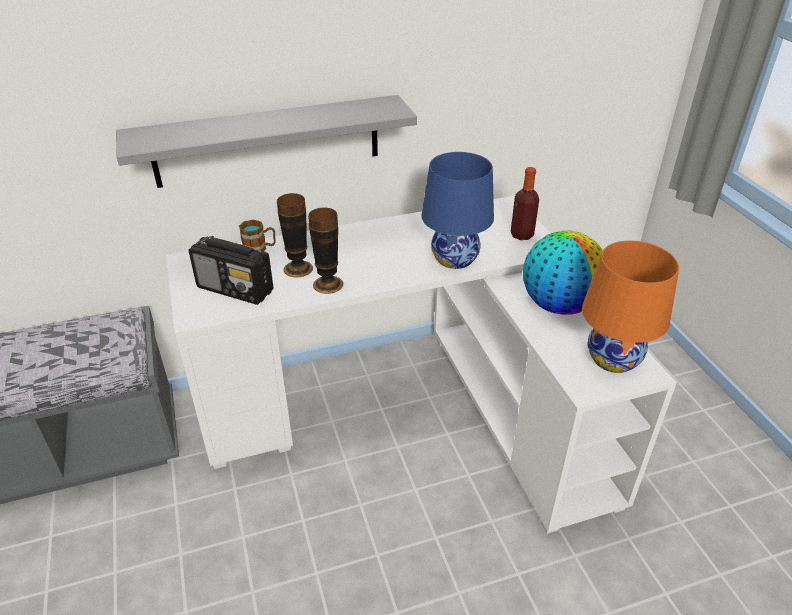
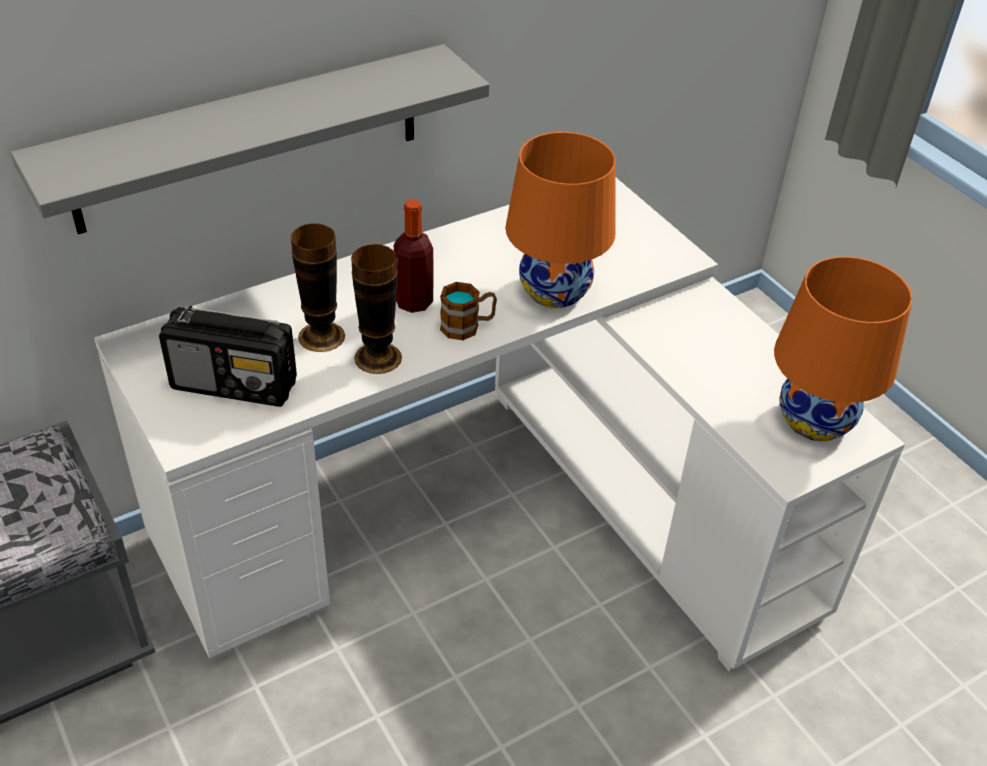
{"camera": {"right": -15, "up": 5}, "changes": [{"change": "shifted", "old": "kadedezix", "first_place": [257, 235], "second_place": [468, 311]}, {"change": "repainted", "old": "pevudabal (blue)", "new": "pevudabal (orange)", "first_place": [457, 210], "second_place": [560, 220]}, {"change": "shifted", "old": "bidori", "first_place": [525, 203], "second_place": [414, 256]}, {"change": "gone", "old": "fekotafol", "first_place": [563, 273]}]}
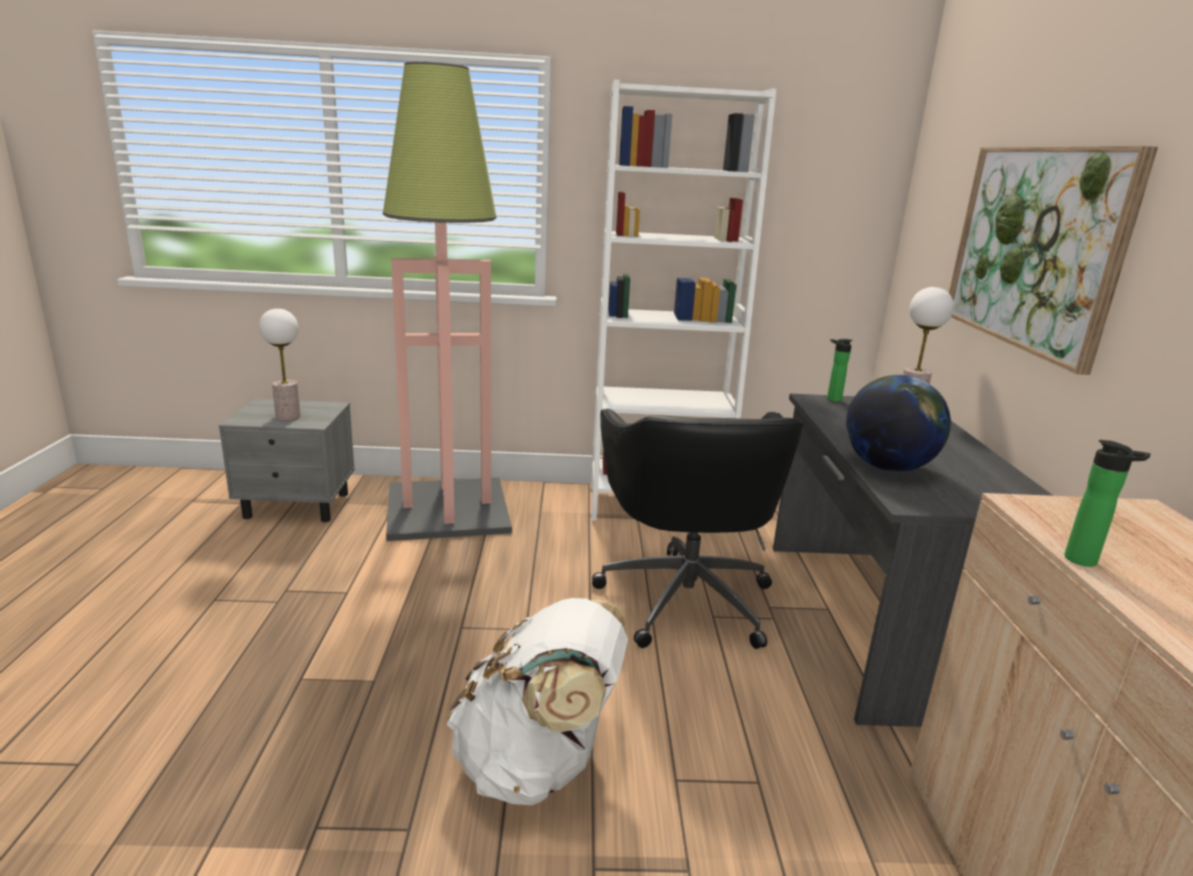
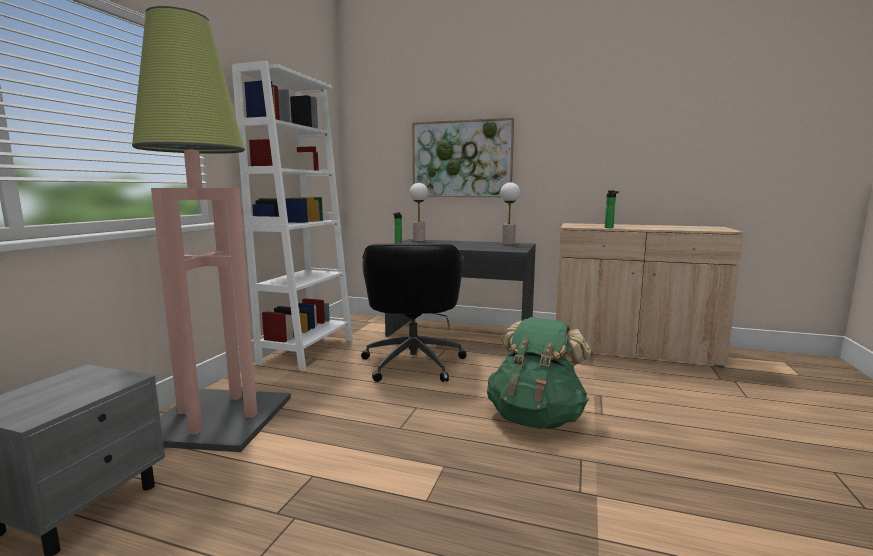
{"camera": {"right": -70, "up": -10}, "changes": [{"change": "shifted", "old": "pevudabal", "first_place": [280, 364], "second_place": [510, 213]}, {"change": "repainted", "old": "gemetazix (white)", "new": "gemetazix (green)", "first_place": [537, 701], "second_place": [539, 373]}, {"change": "rotated", "old": "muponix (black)", "first_place": [697, 529], "second_place": [413, 312], "degrees": 75}, {"change": "gone", "old": "fekotafol", "first_place": [898, 423]}]}
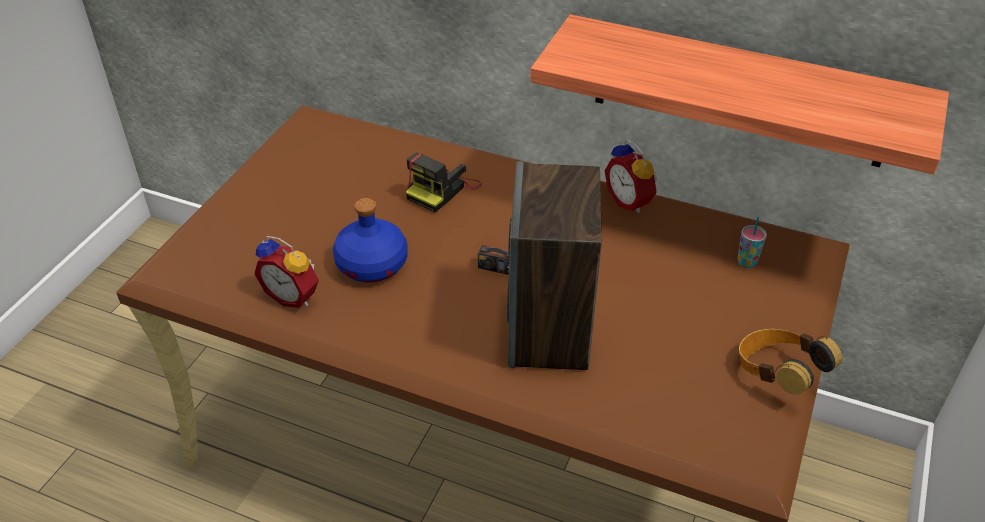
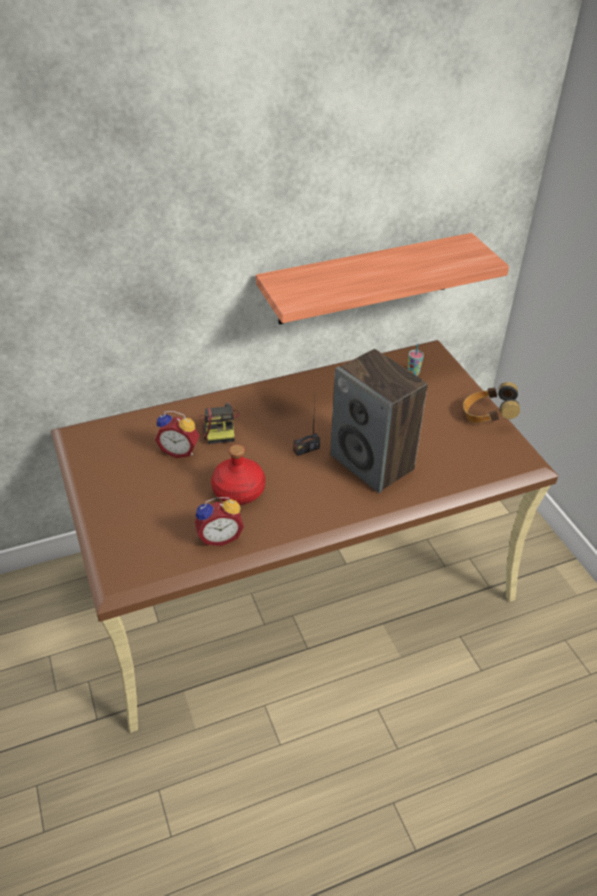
{"camera": {"right": -45, "up": 0}, "changes": [{"change": "repainted", "old": "bidori (blue)", "new": "bidori (red)", "first_place": [370, 240], "second_place": [238, 474]}, {"change": "shifted", "old": "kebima", "first_place": [631, 176], "second_place": [177, 434]}]}
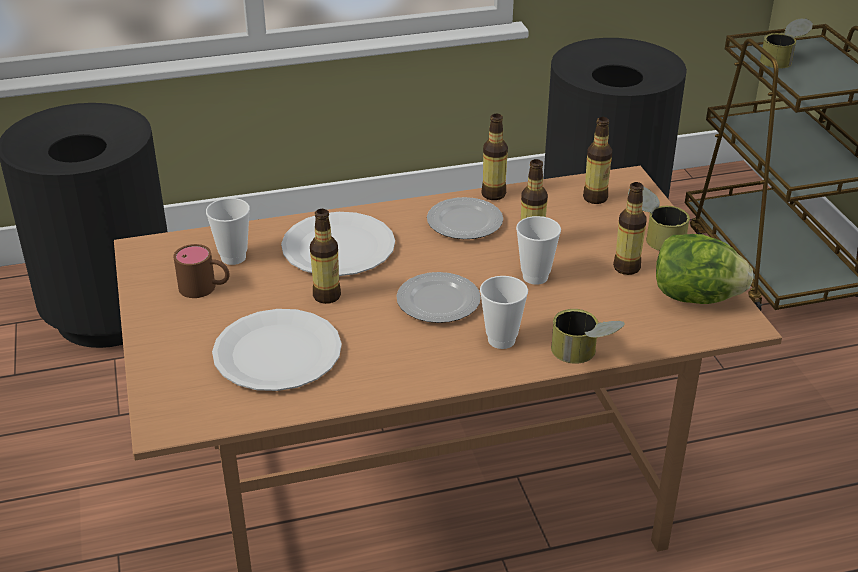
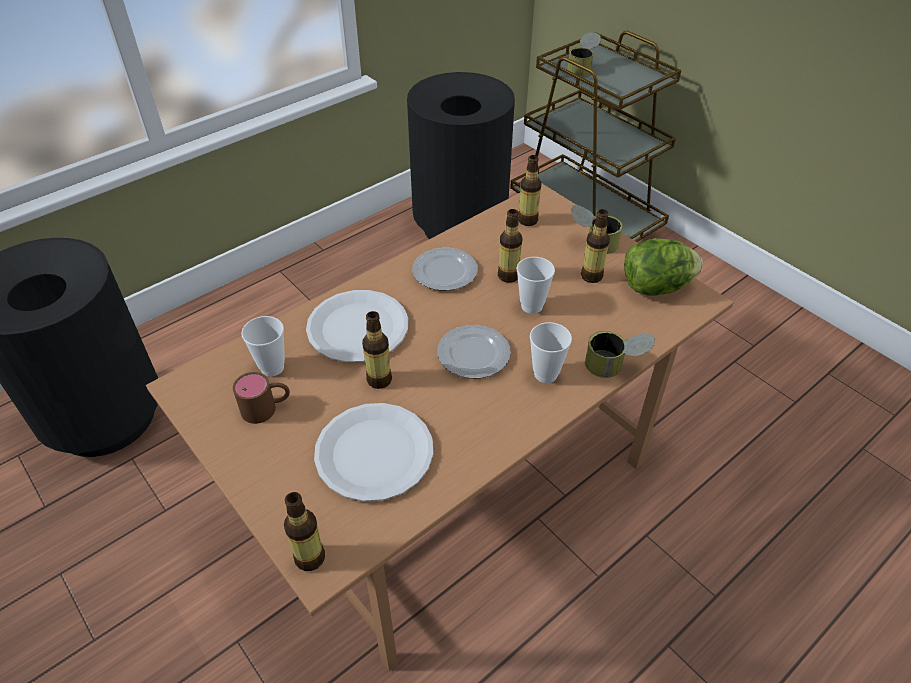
{"camera": {"right": -25, "up": 10}, "changes": [{"change": "shifted", "old": "bidori", "first_place": [494, 157], "second_place": [304, 531]}]}
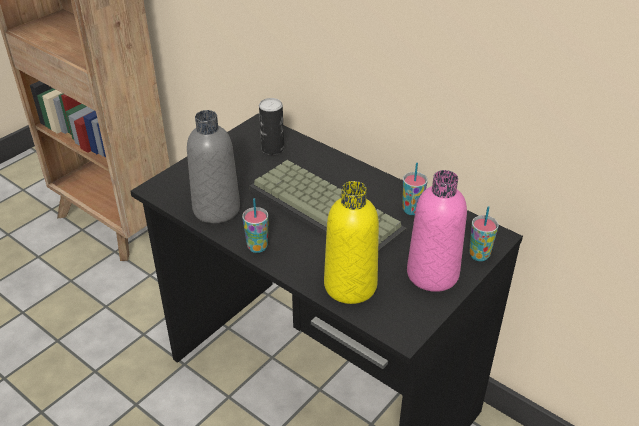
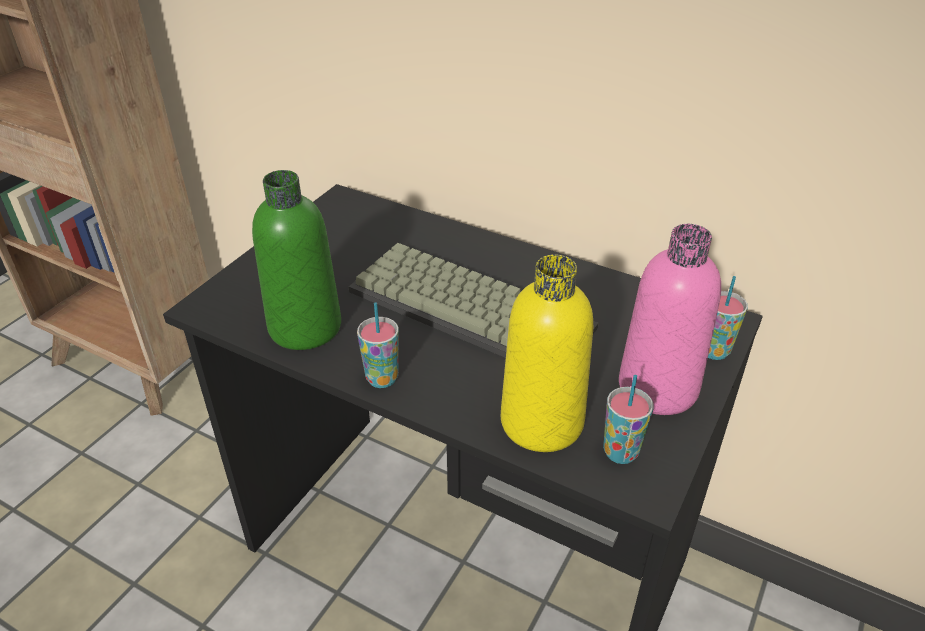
{"camera": {"right": -10, "up": 0}, "changes": [{"change": "repainted", "old": "bidori (grey)", "new": "bidori (green)", "first_place": [213, 166], "second_place": [296, 260]}, {"change": "gone", "old": "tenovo", "first_place": [271, 126]}, {"change": "shifted", "old": "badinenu", "first_place": [415, 188], "second_place": [628, 419]}]}
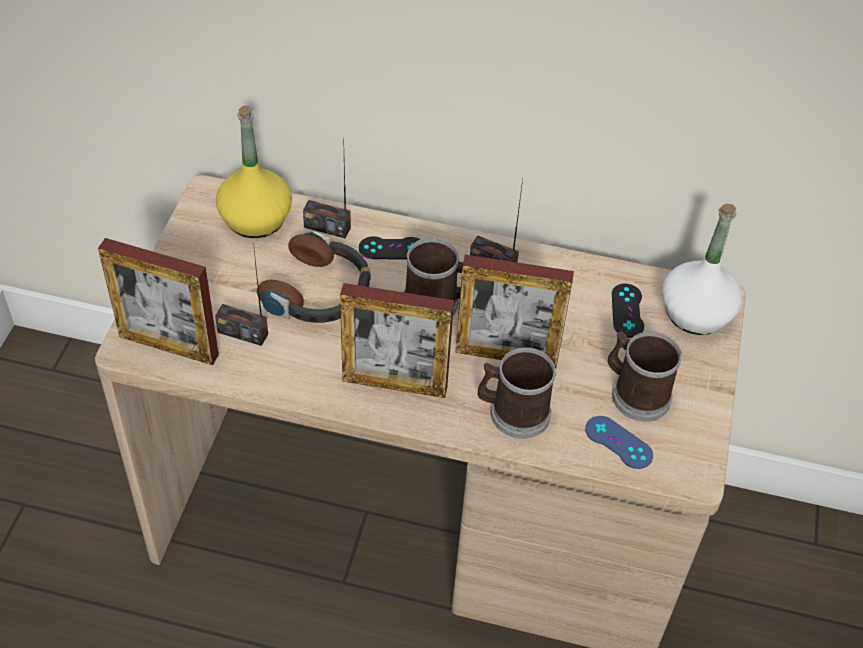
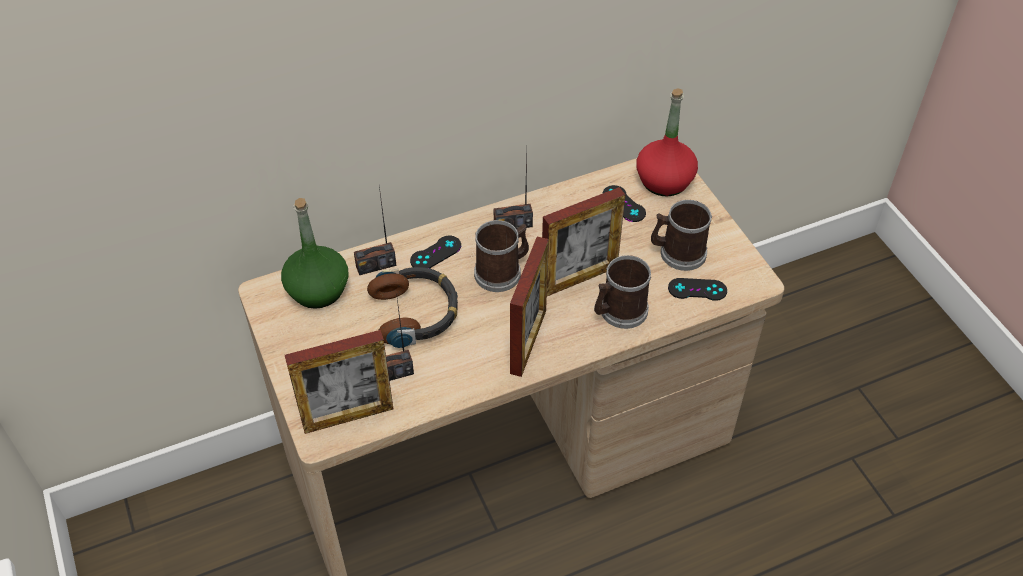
{"camera": {"right": -35, "up": 0}, "changes": [{"change": "repainted", "old": "bidori (yellow)", "new": "bidori (green)", "first_place": [254, 172], "second_place": [315, 253]}, {"change": "rotated", "old": "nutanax", "first_place": [397, 340], "second_place": [529, 307], "degrees": -45}, {"change": "repainted", "old": "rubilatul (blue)", "new": "rubilatul (black)", "first_place": [619, 442], "second_place": [697, 289]}, {"change": "repainted", "old": "bidori (white)", "new": "bidori (red)", "first_place": [702, 269], "second_place": [667, 142]}]}
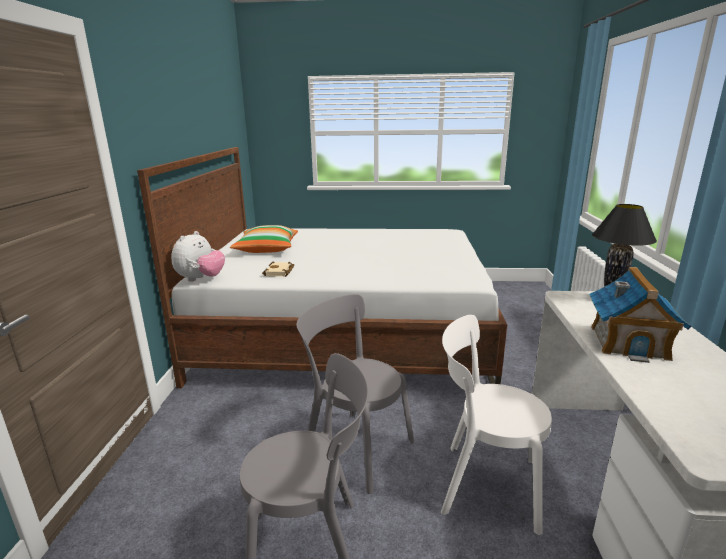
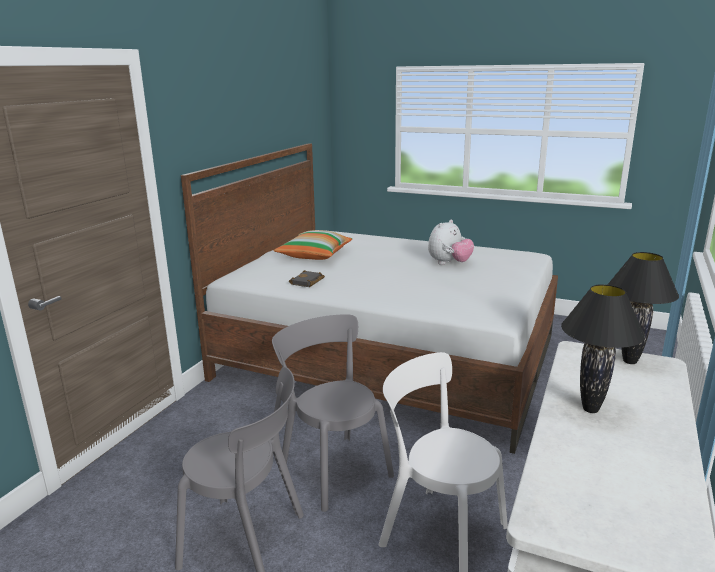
{"camera": {"right": 20, "up": 0}, "changes": [{"change": "shifted", "old": "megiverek", "first_place": [198, 256], "second_place": [451, 242]}, {"change": "repainted", "old": "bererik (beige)", "new": "bererik (black)", "first_place": [278, 269], "second_place": [307, 278]}, {"change": "swapped", "old": "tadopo", "new": "pevudabal (black)", "first_place": [640, 315], "second_place": [603, 348]}]}
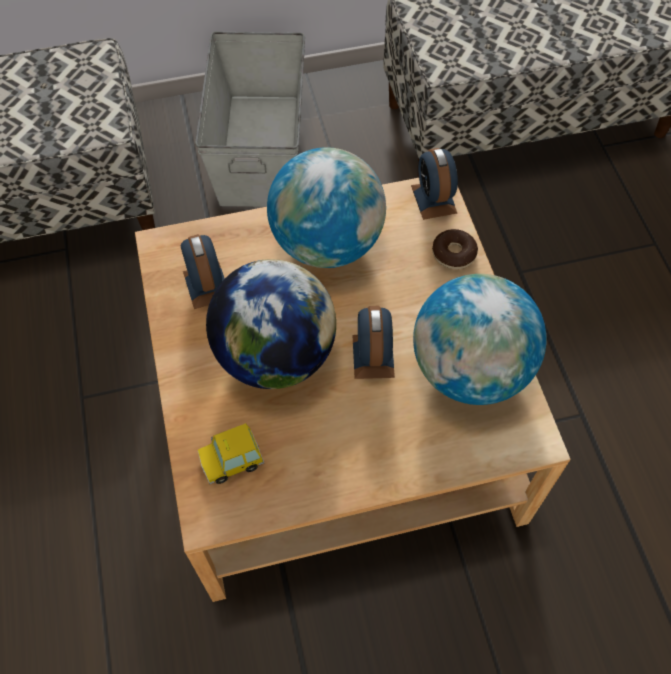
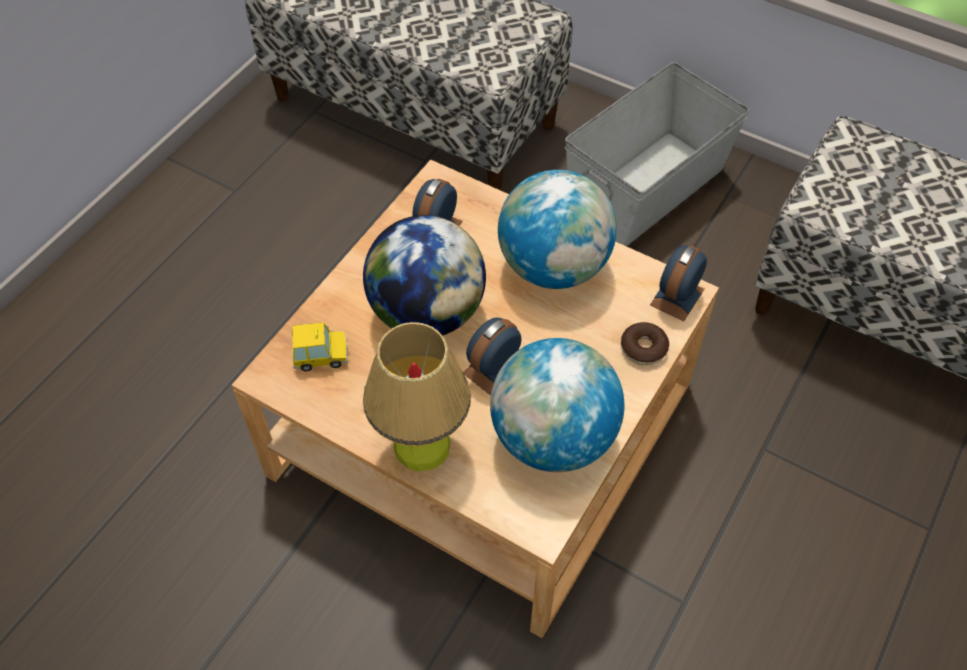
{"camera": {"right": 45, "up": -5}, "changes": [{"change": "rotated", "old": "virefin", "first_place": [231, 453], "second_place": [320, 347], "degrees": 150}, {"change": "new", "new": "pevudabal", "second_place": [417, 397]}]}
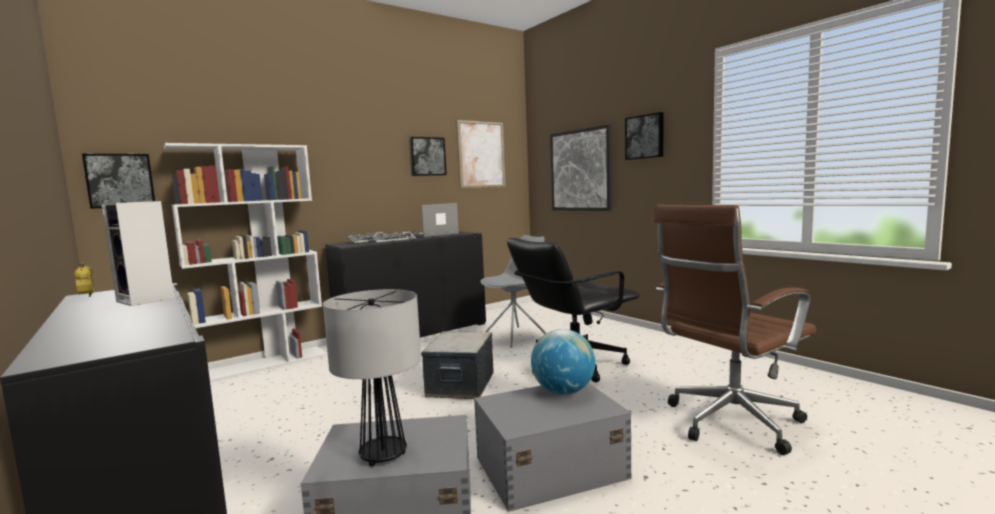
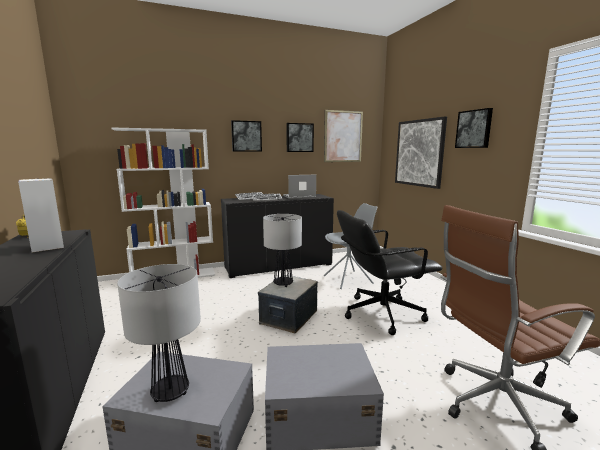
{"camera": {"right": 15, "up": 5}, "changes": [{"change": "shifted", "old": "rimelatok", "first_place": [118, 181], "second_place": [246, 135]}, {"change": "gone", "old": "fekotafol", "first_place": [563, 362]}, {"change": "new", "new": "pevudabal", "second_place": [282, 250]}]}
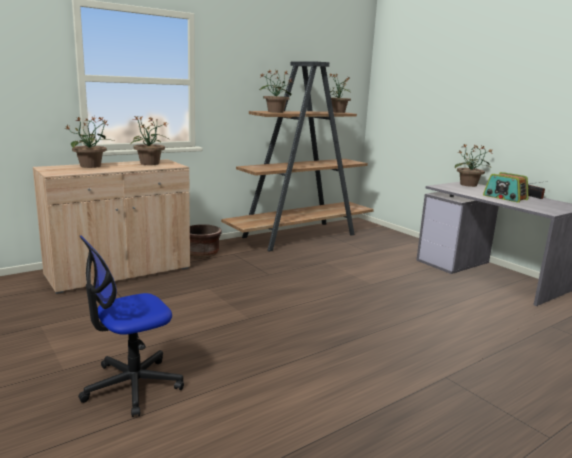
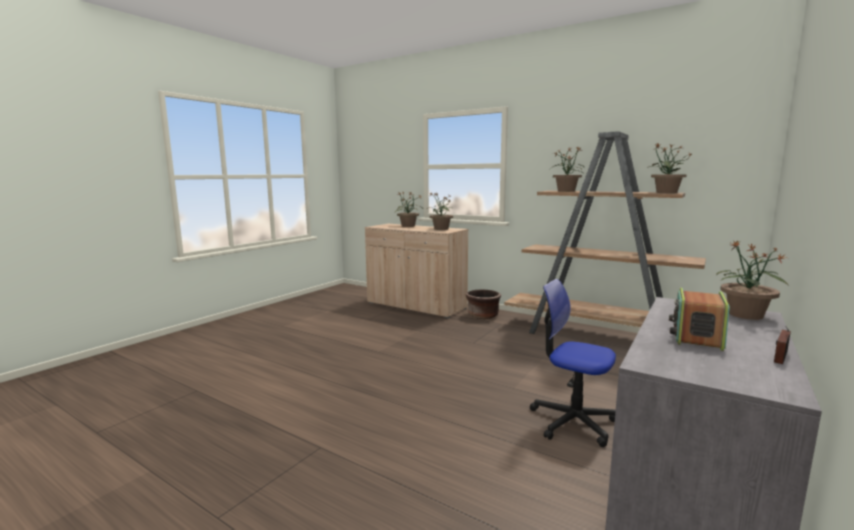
{"camera": {"right": 70, "up": -5}, "changes": [{"change": "shifted", "old": "muponix", "first_place": [131, 326], "second_place": [573, 363]}]}
